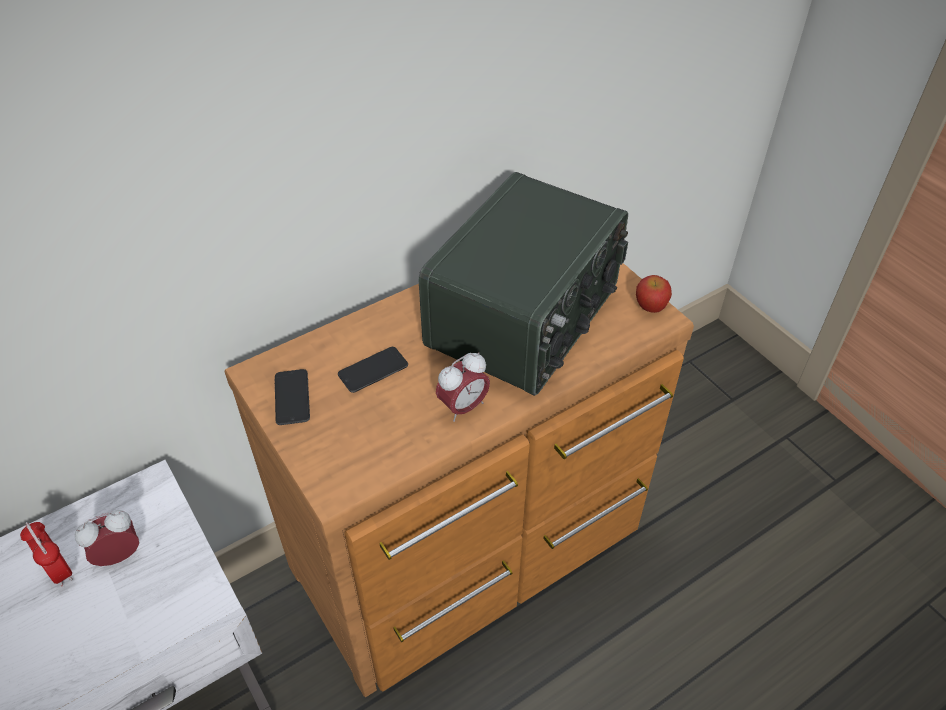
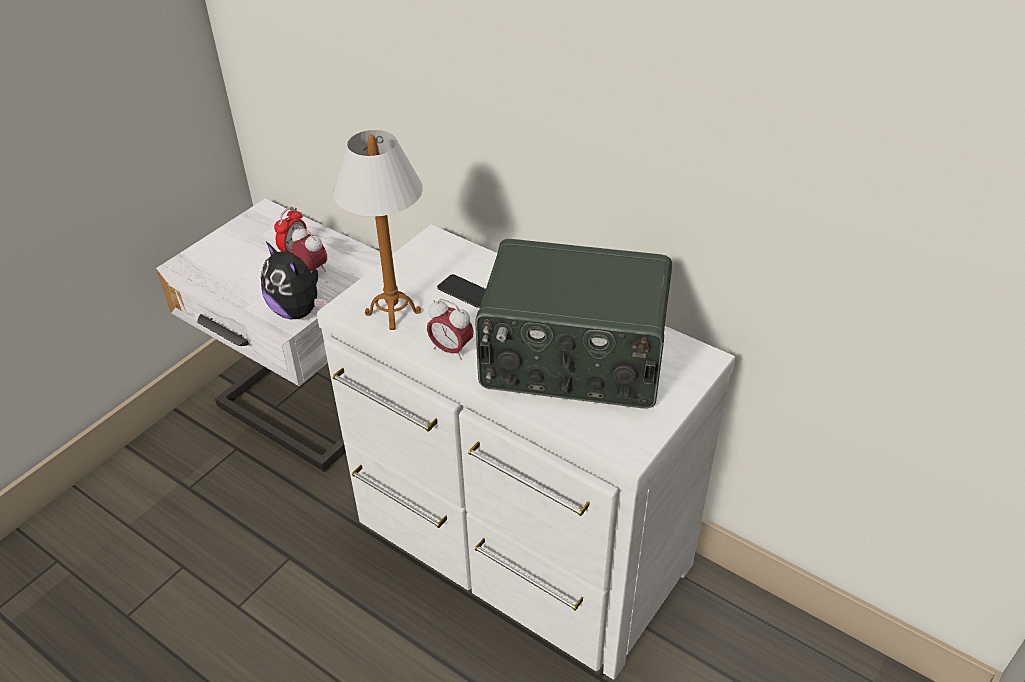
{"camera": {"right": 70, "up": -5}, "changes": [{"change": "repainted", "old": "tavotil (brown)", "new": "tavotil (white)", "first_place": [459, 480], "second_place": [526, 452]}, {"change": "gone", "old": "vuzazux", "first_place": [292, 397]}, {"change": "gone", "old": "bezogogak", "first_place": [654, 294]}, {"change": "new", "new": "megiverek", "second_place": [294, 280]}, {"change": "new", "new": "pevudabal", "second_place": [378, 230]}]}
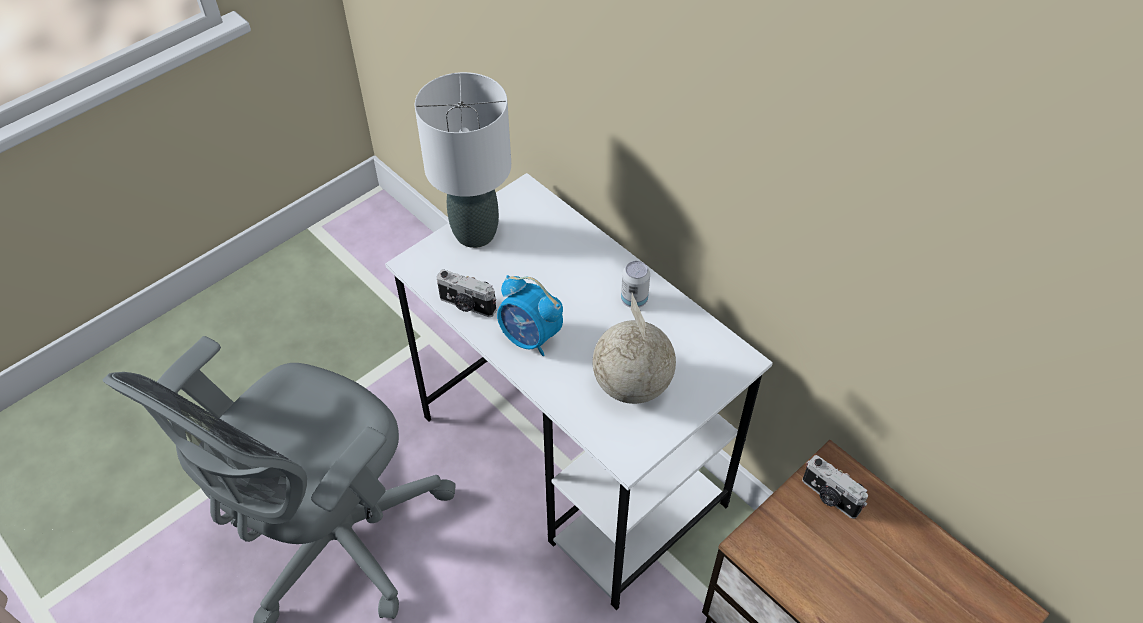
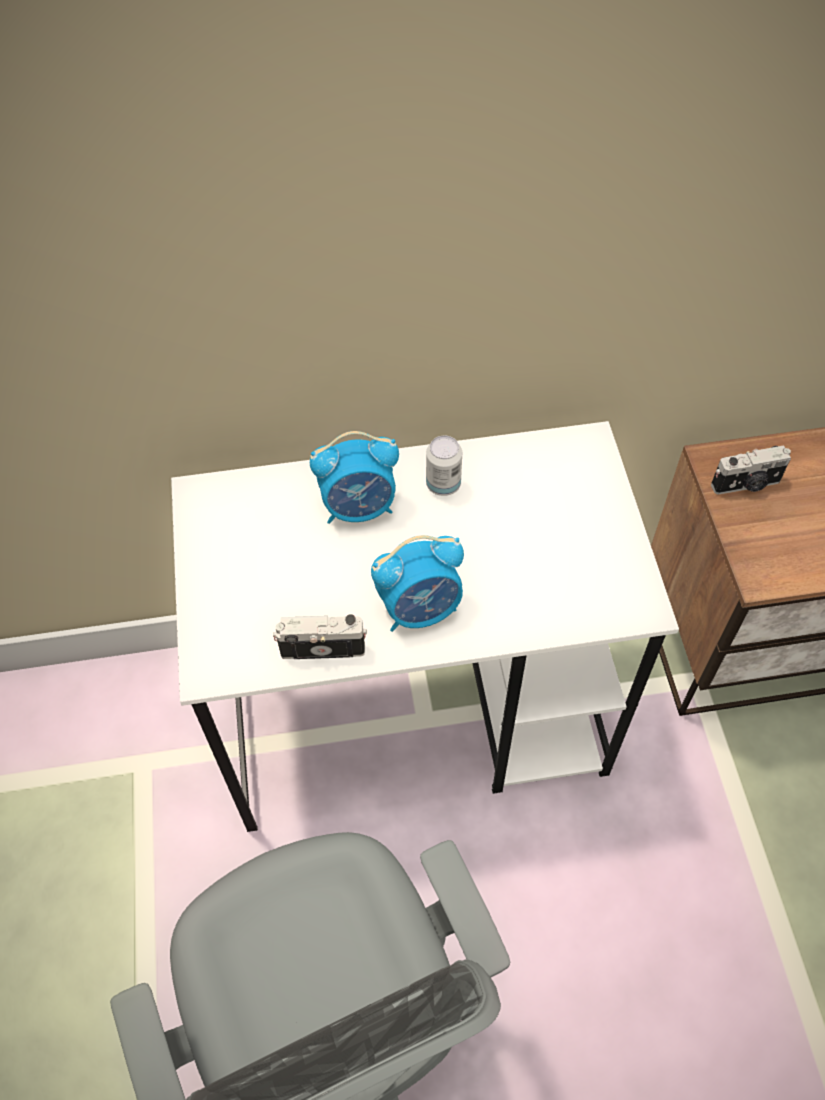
{"camera": {"right": -55, "up": 5}, "changes": [{"change": "gone", "old": "pevudabal (white)", "first_place": [463, 160]}, {"change": "rotated", "old": "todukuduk", "first_place": [466, 293], "second_place": [320, 636], "degrees": -150}, {"change": "gone", "old": "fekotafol", "first_place": [634, 348]}, {"change": "new", "new": "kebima", "second_place": [354, 477]}]}
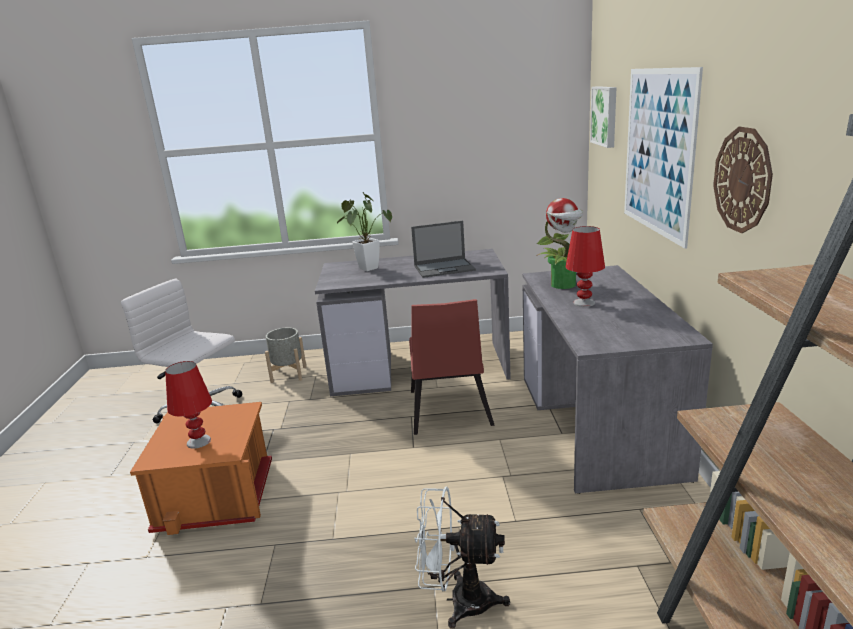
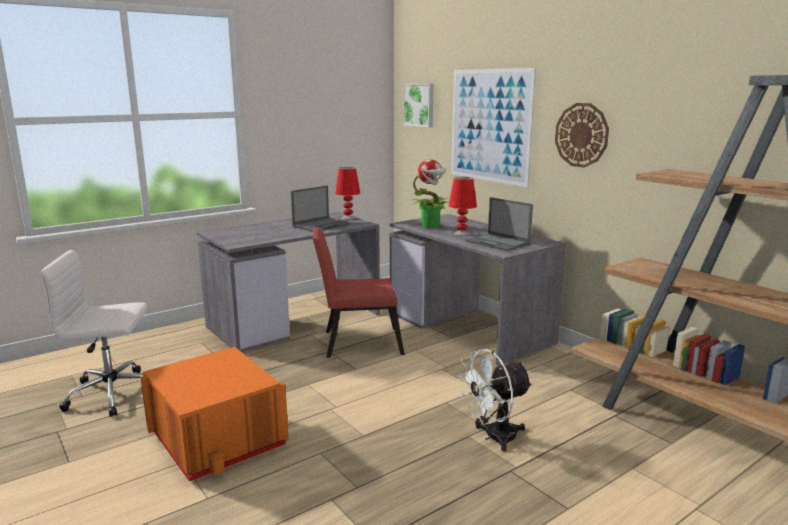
{"camera": {"right": -35, "up": -5}, "changes": [{"change": "shifted", "old": "pevudabal (red)", "first_place": [188, 405], "second_place": [347, 193]}, {"change": "gone", "old": "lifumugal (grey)", "first_place": [285, 355]}, {"change": "gone", "old": "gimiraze", "first_place": [364, 231]}, {"change": "rotated", "old": "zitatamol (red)", "first_place": [452, 367], "second_place": [359, 292], "degrees": 120}, {"change": "new", "new": "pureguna", "second_place": [499, 224]}]}
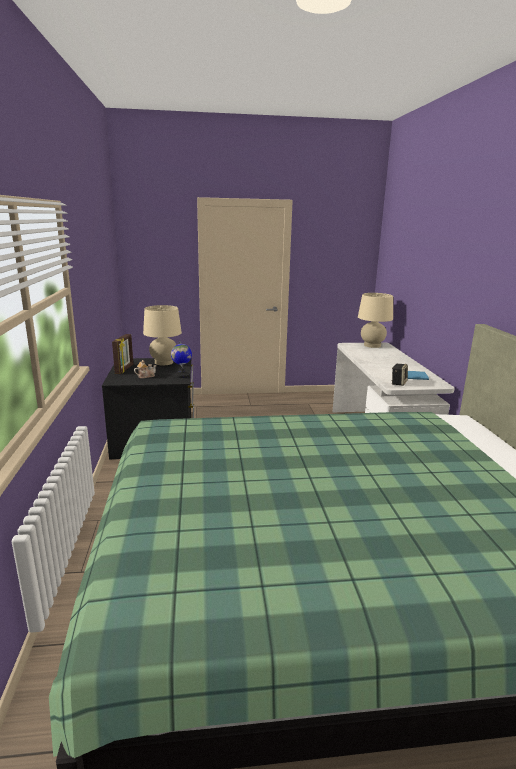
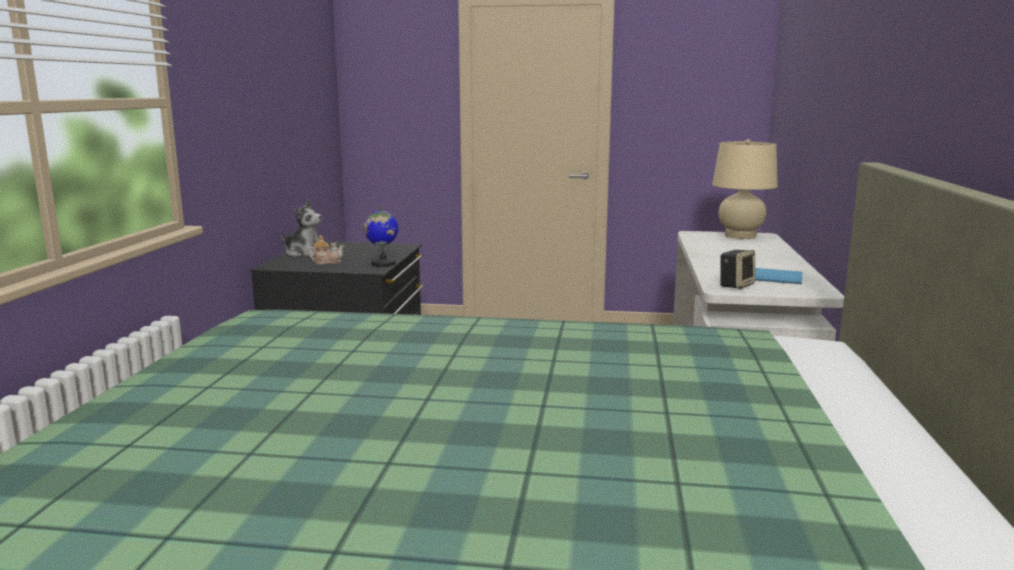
{"camera": {"right": 15, "up": -5}, "changes": [{"change": "swapped", "old": "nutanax", "new": "megiverek", "first_place": [122, 354], "second_place": [301, 228]}, {"change": "gone", "old": "pevudabal (beige)", "first_place": [162, 335]}]}
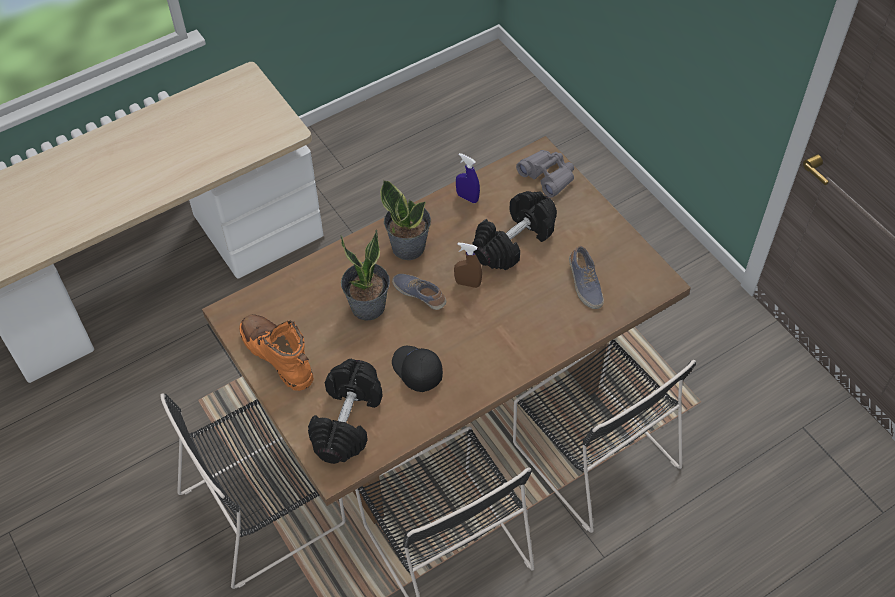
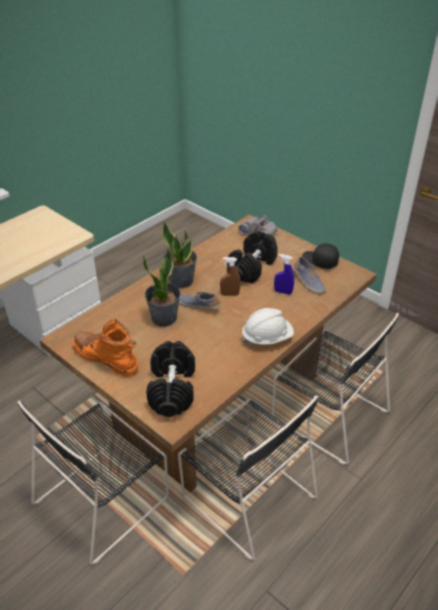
{"camera": {"right": -15, "up": -15}, "changes": [{"change": "shifted", "old": "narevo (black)", "first_place": [417, 369], "second_place": [320, 256]}, {"change": "shifted", "old": "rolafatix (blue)", "first_place": [468, 178], "second_place": [284, 274]}, {"change": "new", "new": "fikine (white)", "second_place": [268, 326]}]}
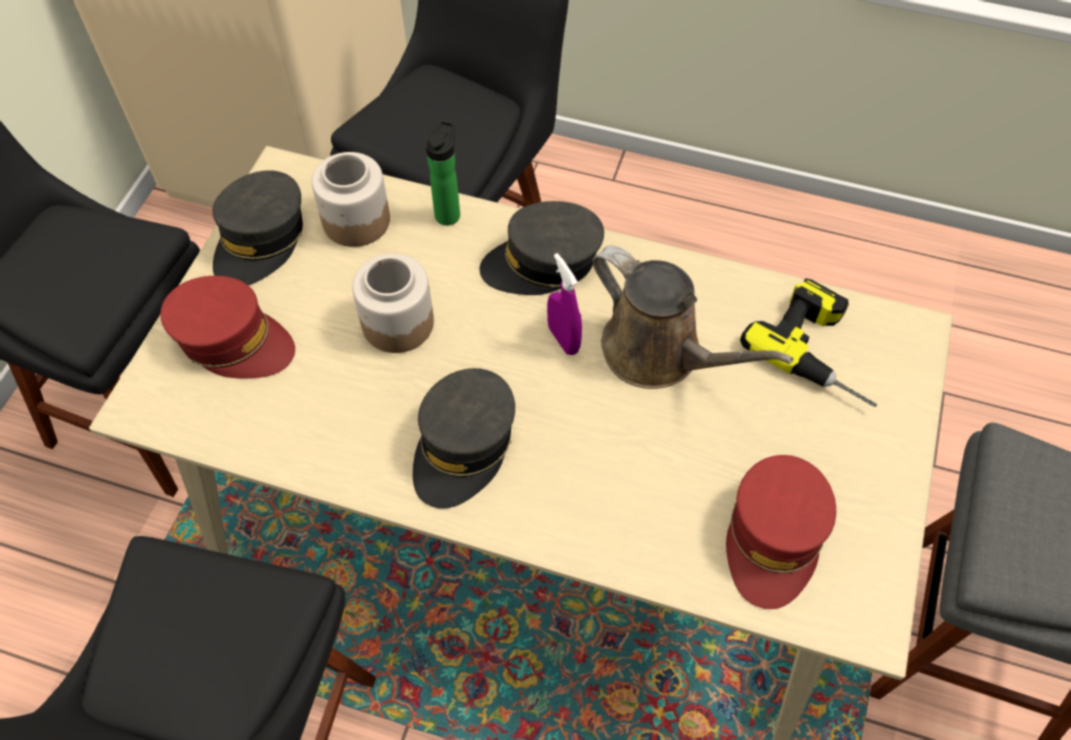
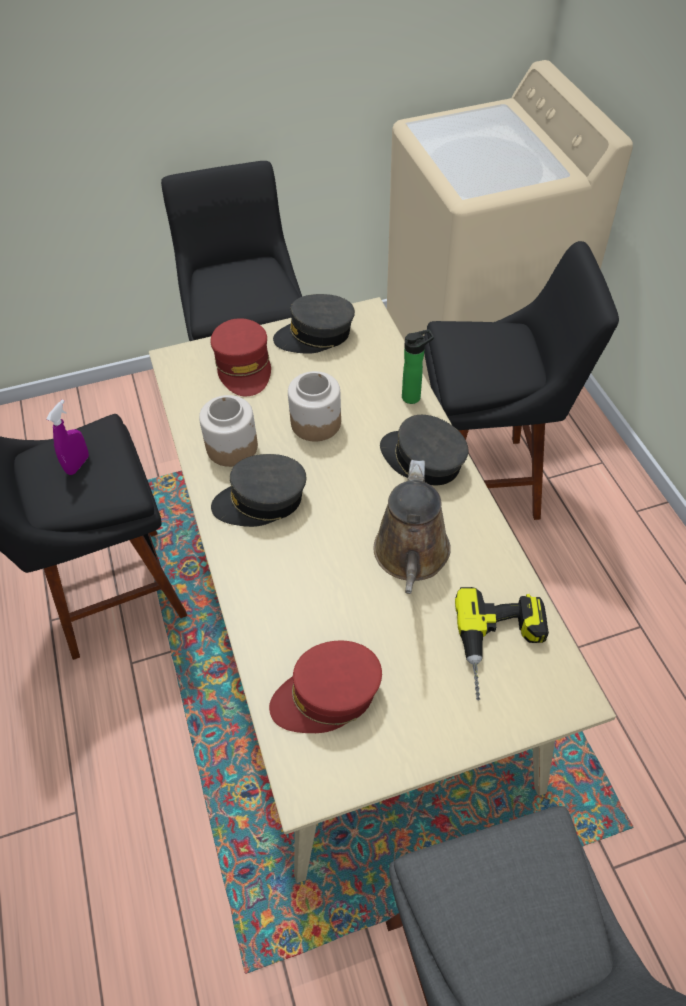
{"camera": {"right": 55, "up": -5}, "changes": [{"change": "shifted", "old": "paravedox", "first_place": [351, 199], "second_place": [228, 431]}, {"change": "shifted", "old": "rolafatix (purple)", "first_place": [564, 304], "second_place": [67, 437]}]}
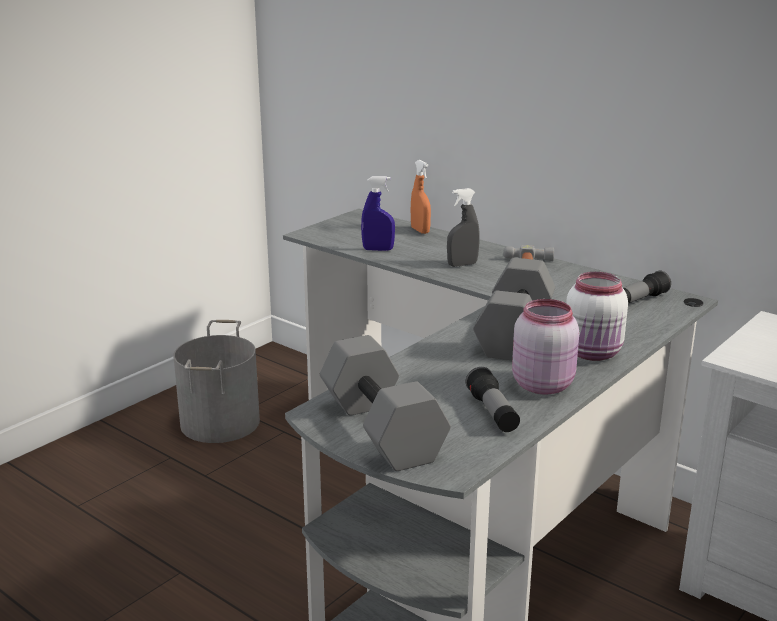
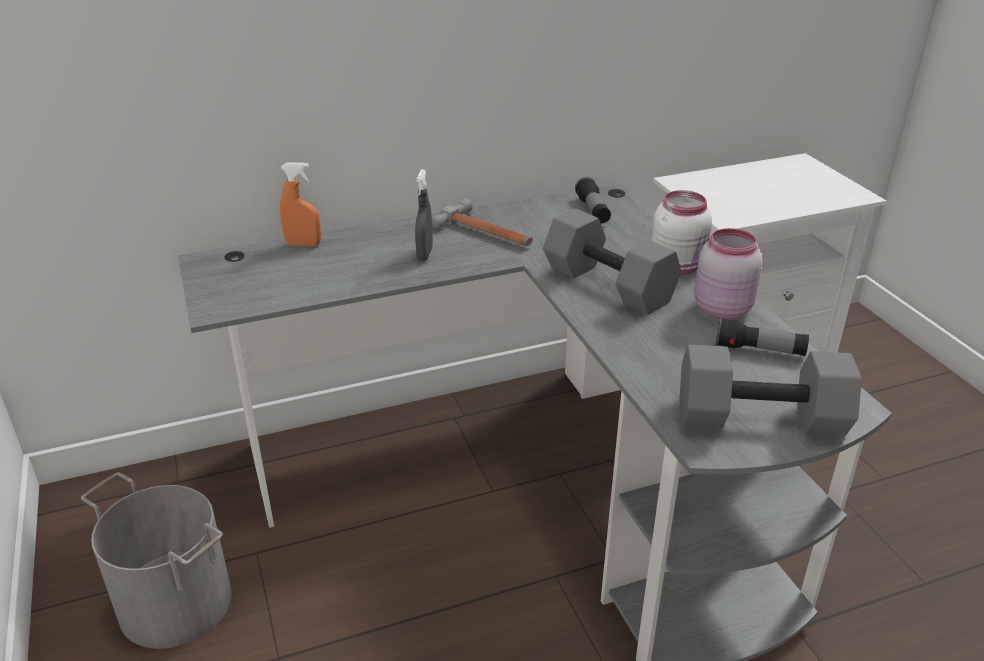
{"camera": {"right": -60, "up": 10}, "changes": [{"change": "gone", "old": "rolafatix (blue)", "first_place": [378, 213]}]}
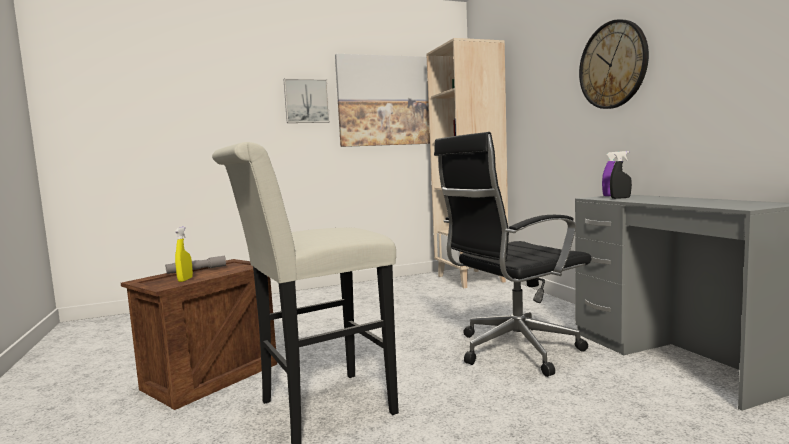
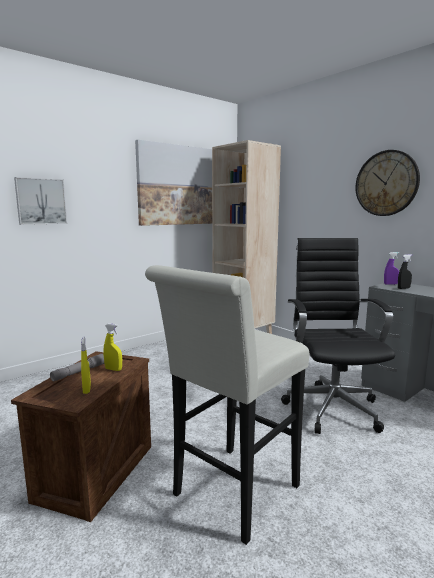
{"camera": {"right": -20, "up": 5}, "changes": [{"change": "shifted", "old": "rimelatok", "first_place": [306, 100], "second_place": [40, 201]}, {"change": "rotated", "old": "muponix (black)", "first_place": [513, 254], "second_place": [338, 336], "degrees": 135}, {"change": "new", "new": "rolafatix (yellow)", "second_place": [112, 347]}]}
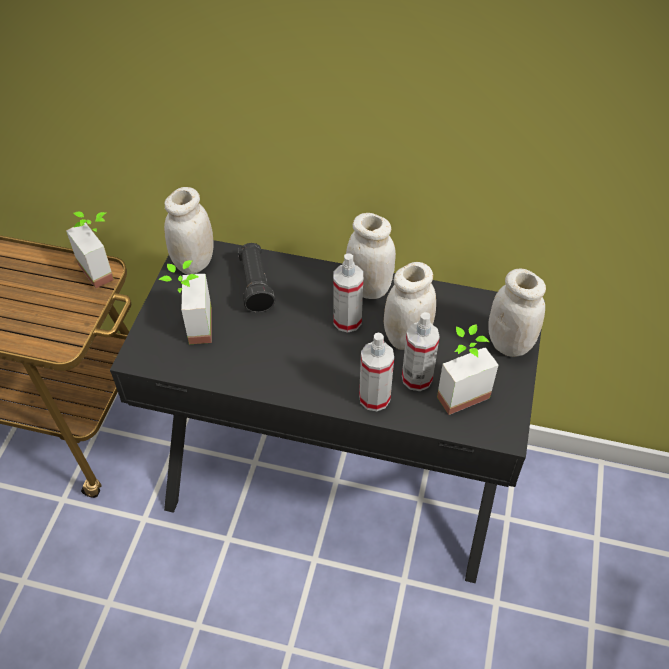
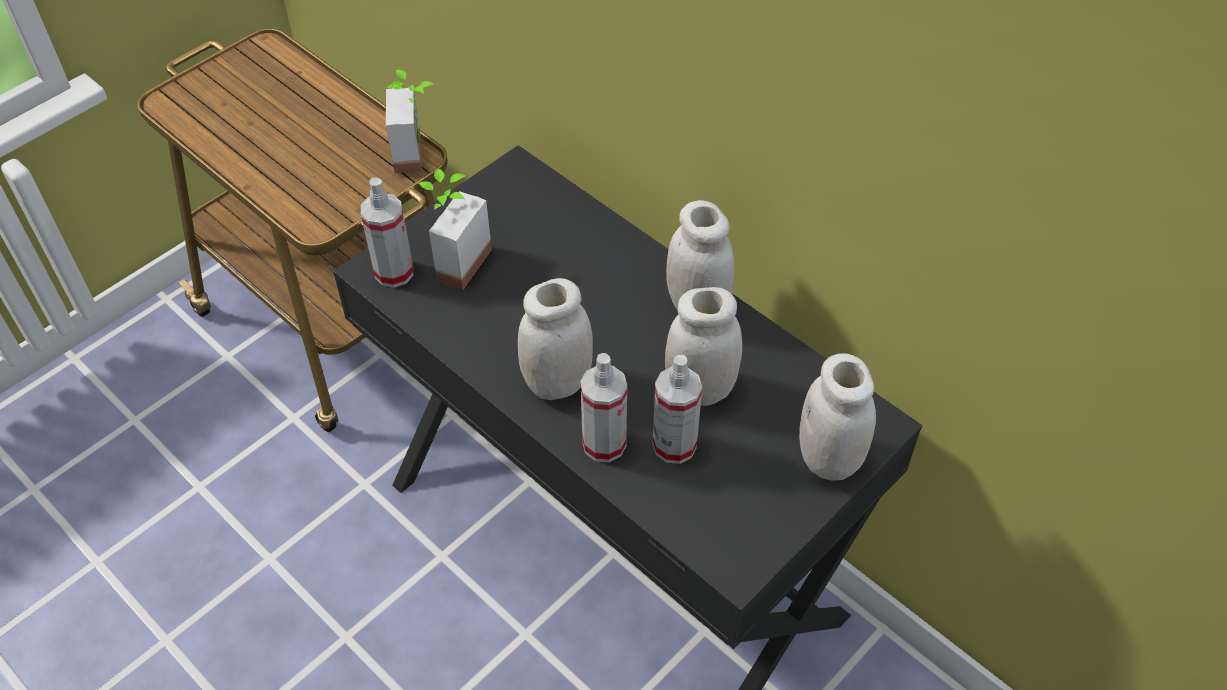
{"camera": {"right": 30, "up": 0}, "changes": [{"change": "shifted", "old": "paravedox (white)", "first_place": [189, 231], "second_place": [555, 339]}, {"change": "gone", "old": "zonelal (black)", "first_place": [256, 278]}, {"change": "shifted", "old": "rolafatix", "first_place": [348, 293], "second_place": [387, 232]}, {"change": "gone", "old": "gimiraze", "first_place": [467, 369]}]}
